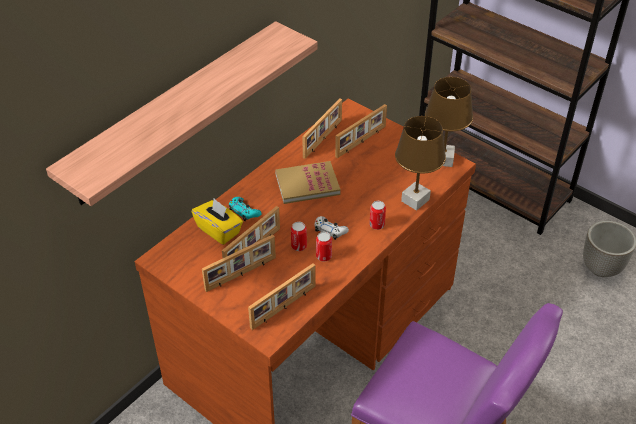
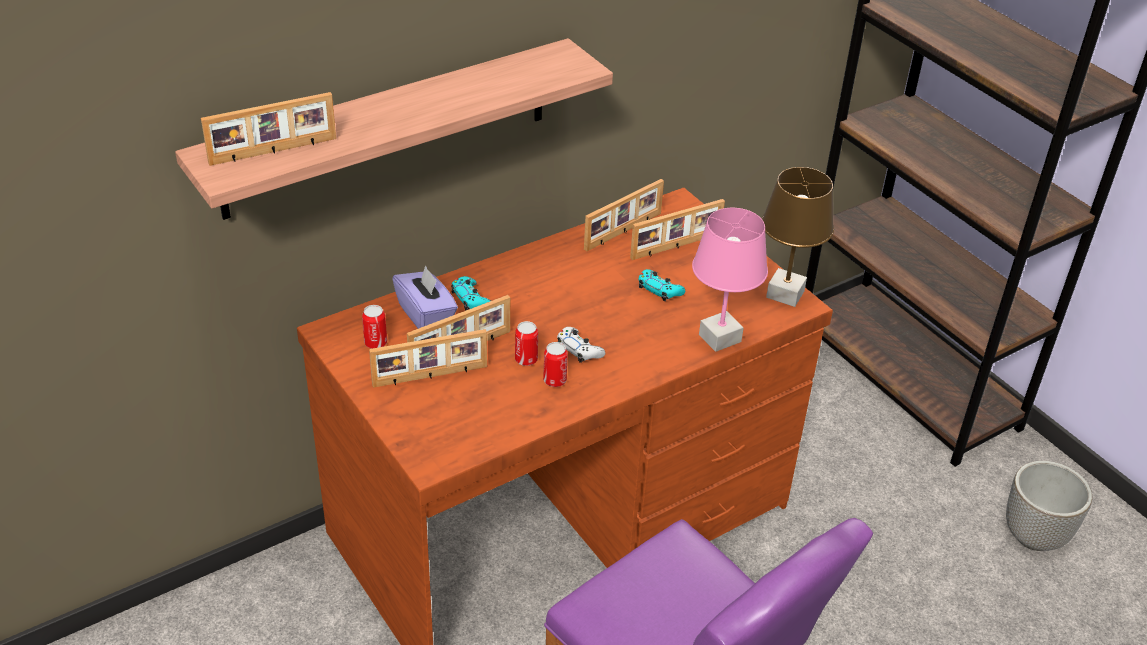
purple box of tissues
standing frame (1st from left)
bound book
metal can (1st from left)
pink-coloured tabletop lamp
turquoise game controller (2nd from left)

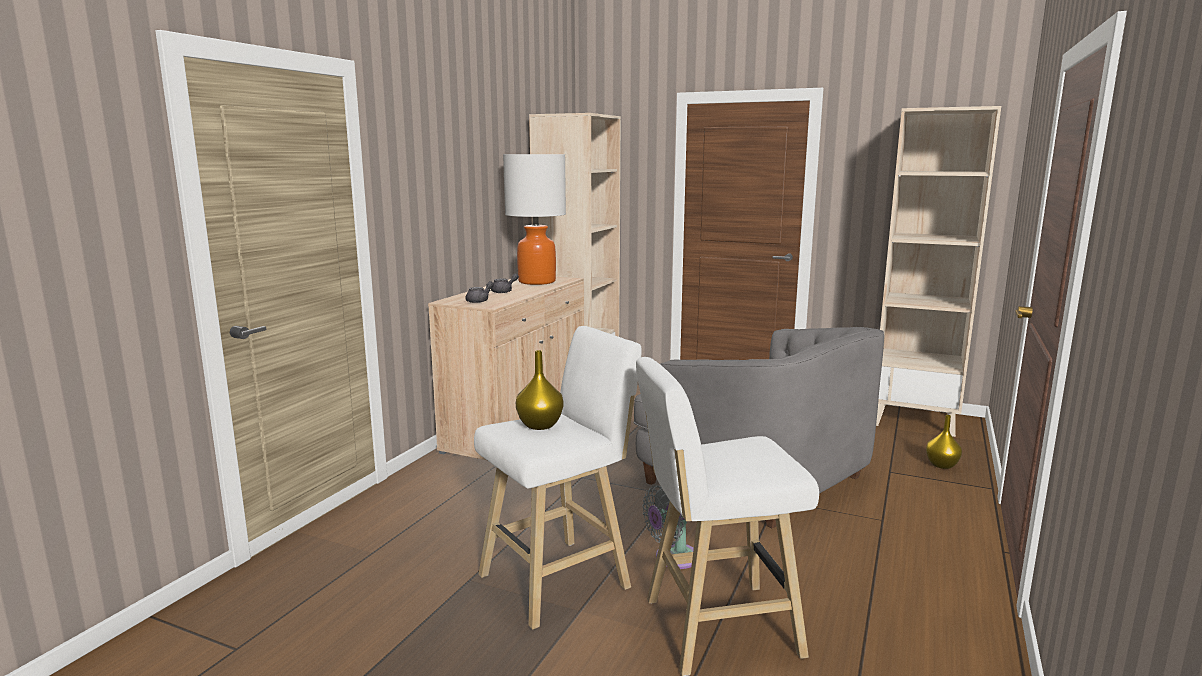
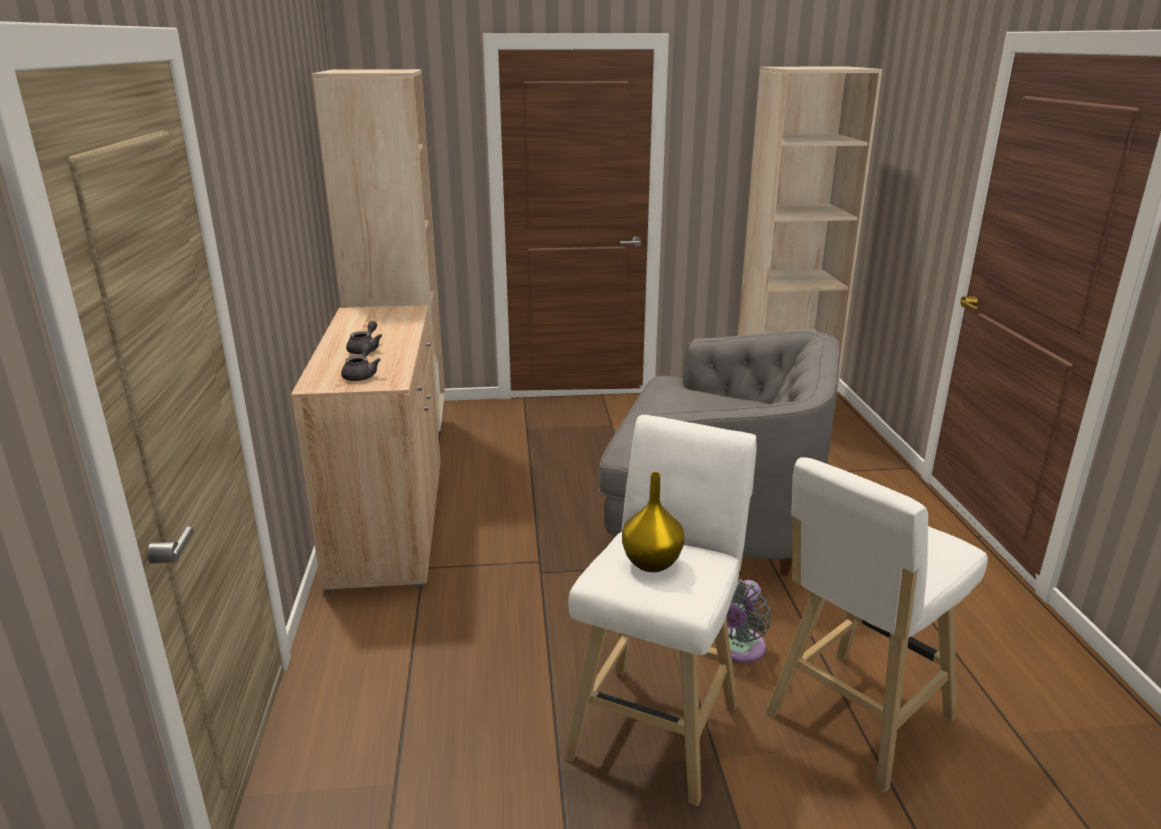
tabletop lamp
yellow decorative vase (2nd from left in the first image)

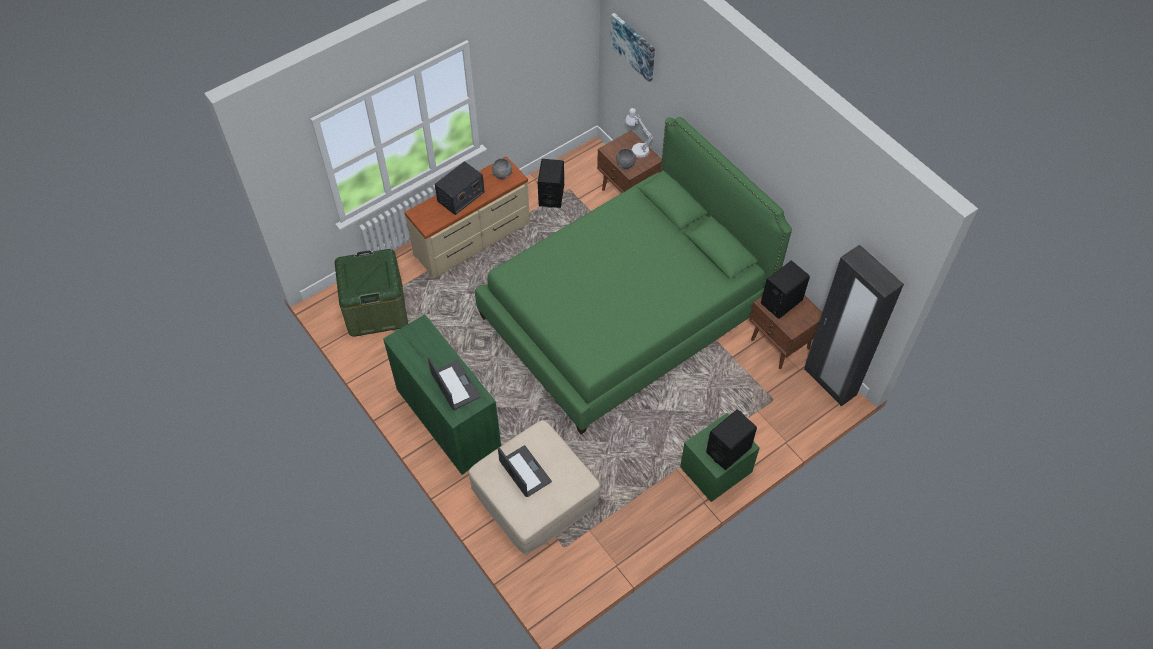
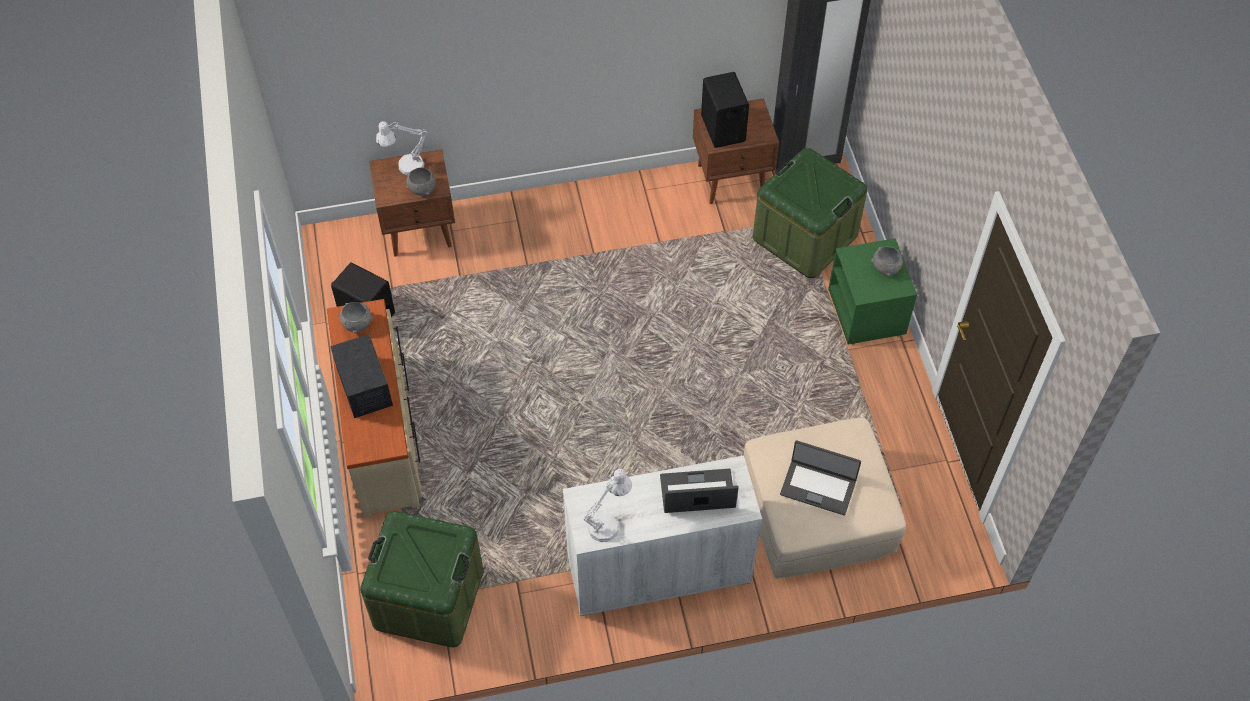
whitish cupboard
green-coloured sleeping bed
notebook computer (2nd from left)
wall art
gray serving bowl (3rd from left)
whitish tabletop lamp (2nd from left)
green-coloured storage bin (2nd from left)

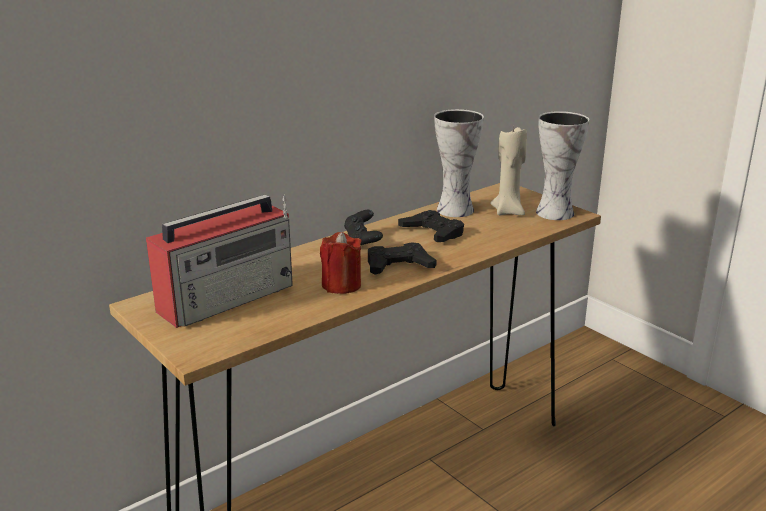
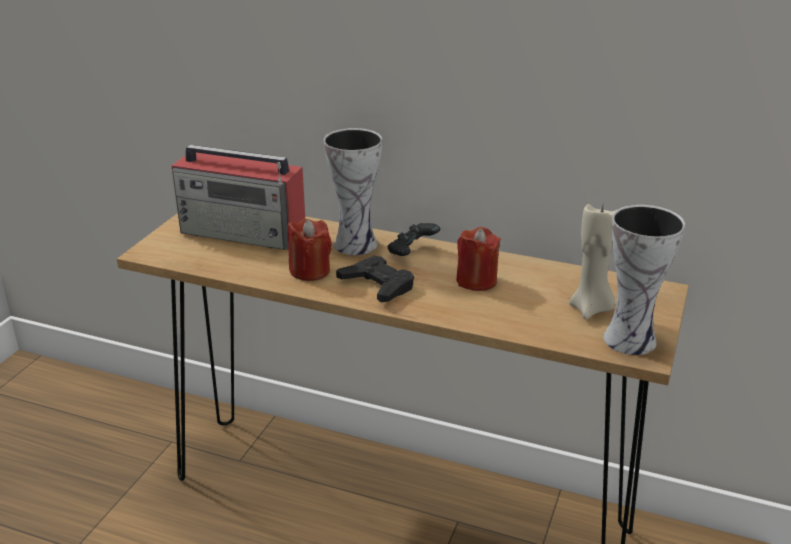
red candle (2nd from left)
decorative vase (1st from left)

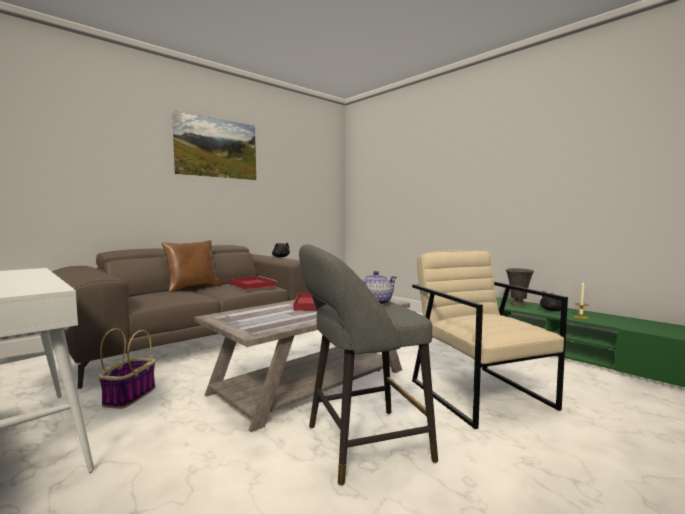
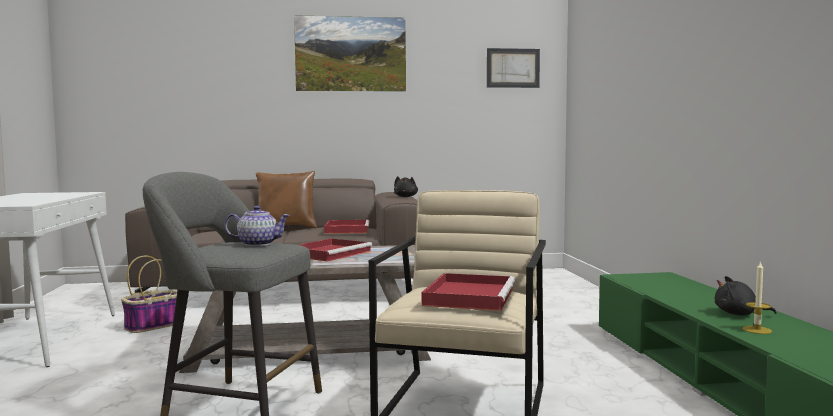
gray decorative vase
red carrying tray (3rd from left)
wall art (2nd from left)

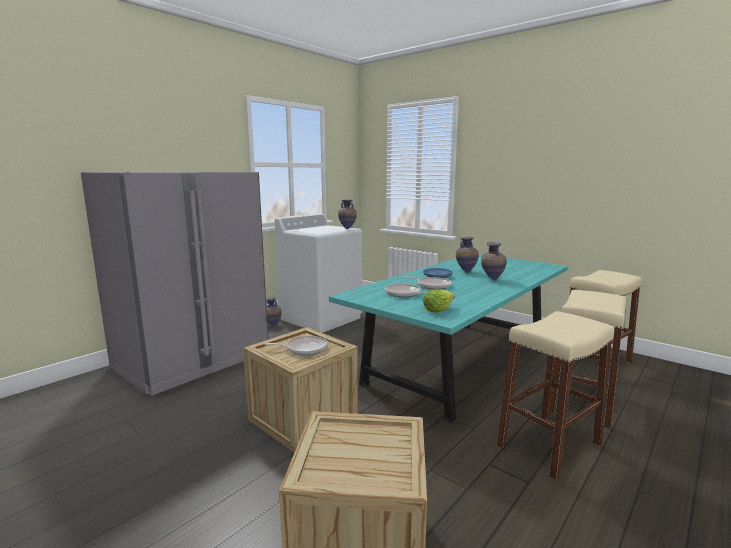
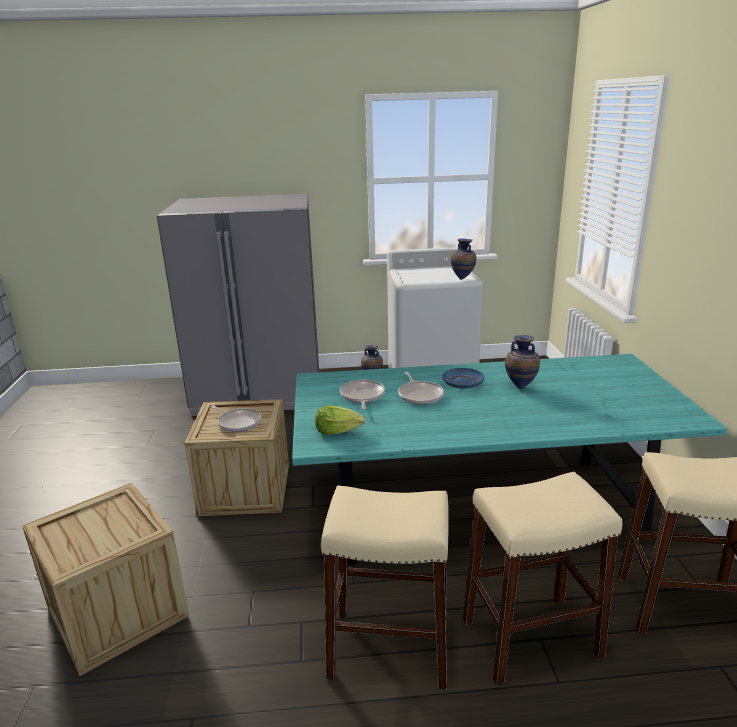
decorative vase (4th from left in the first image)

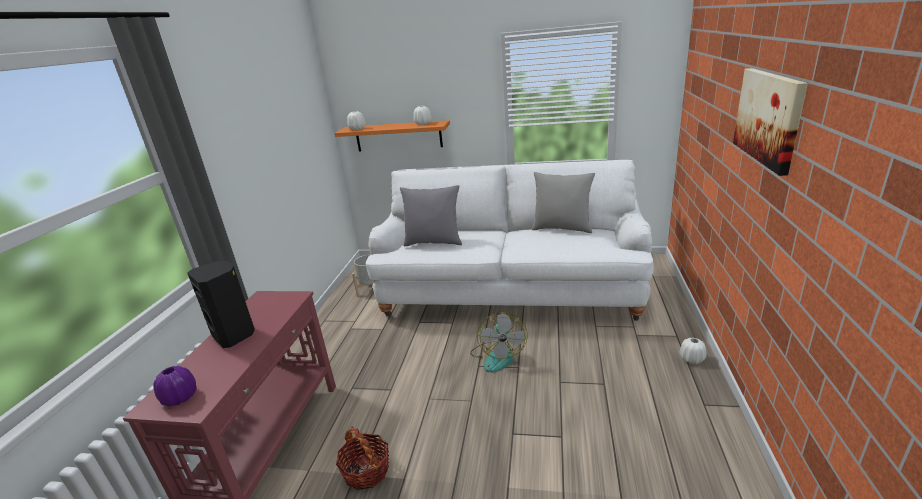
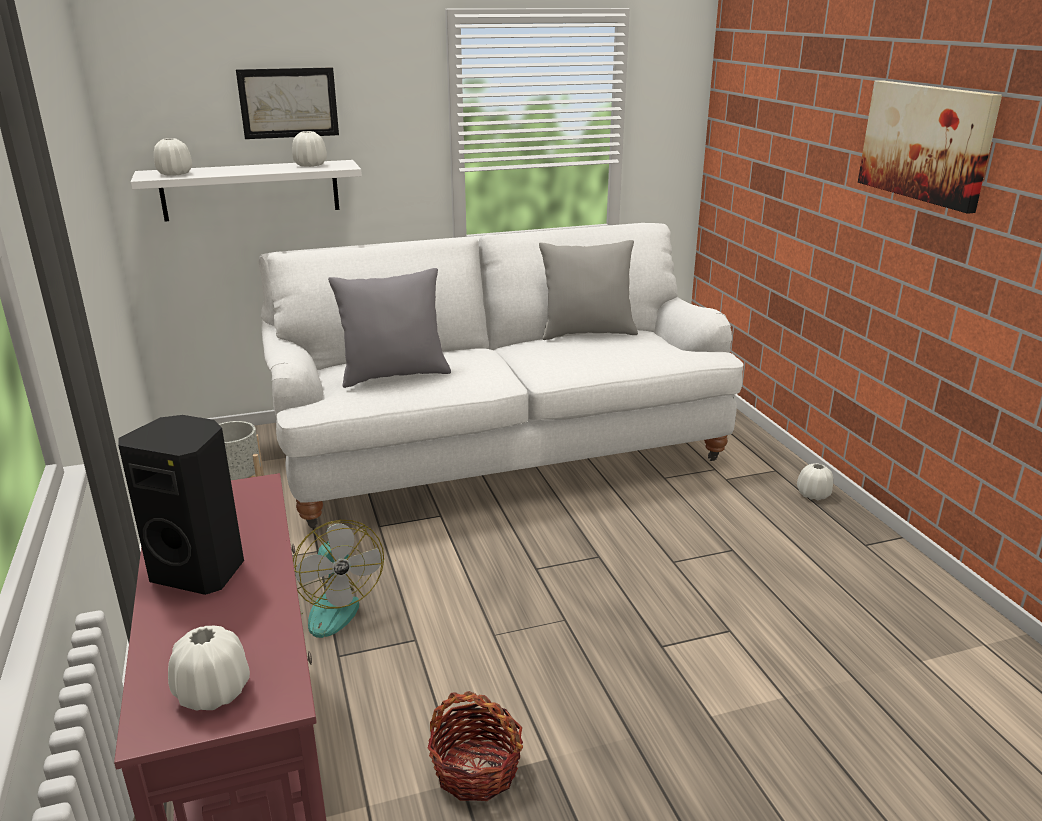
whitish decorative vase (2nd from left)
whitish wall shelf
fan
wall art (1st from left)

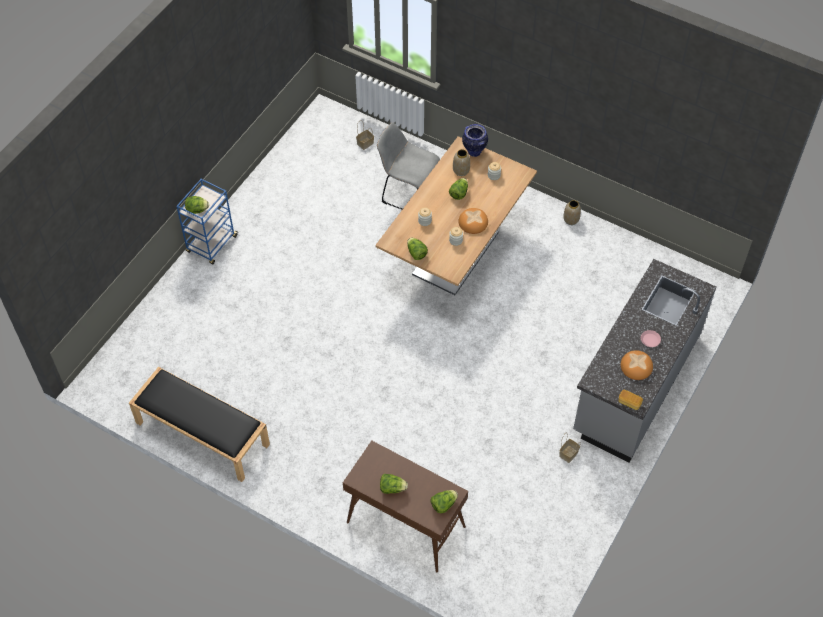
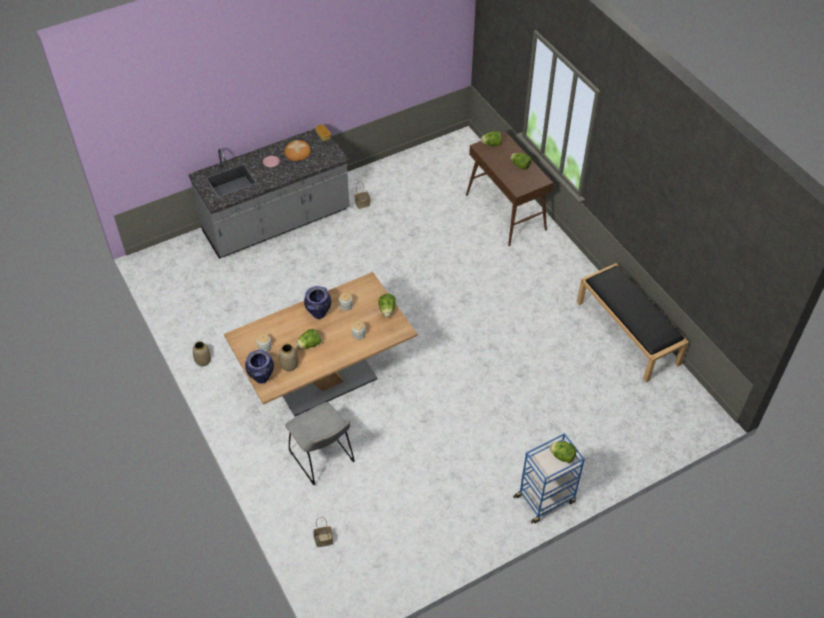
decorative vase (4th from left)

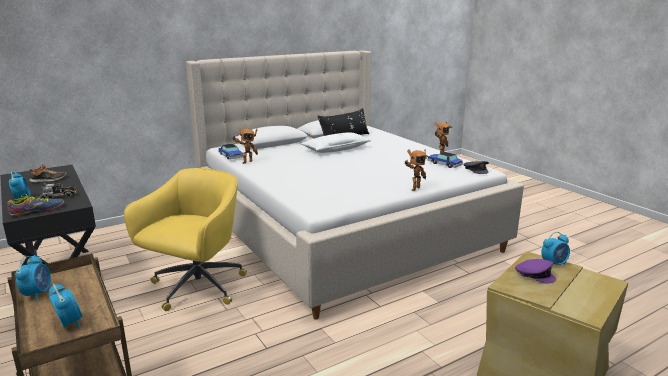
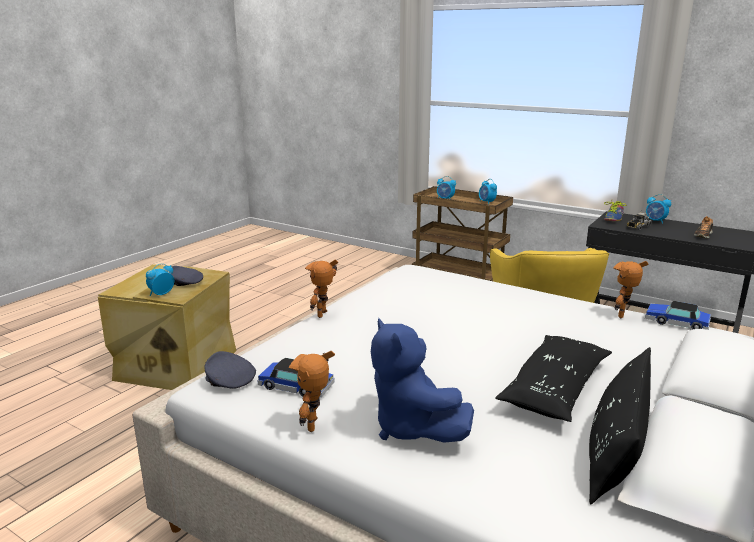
blackish throw pillow (1st from left)
gray cap (1st from left)
blue cuddly toy

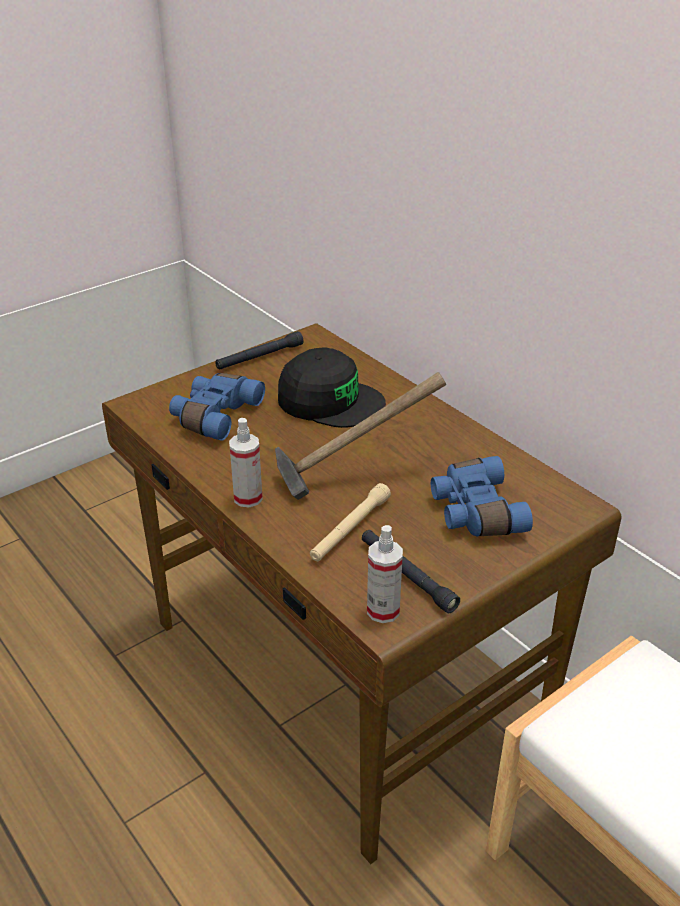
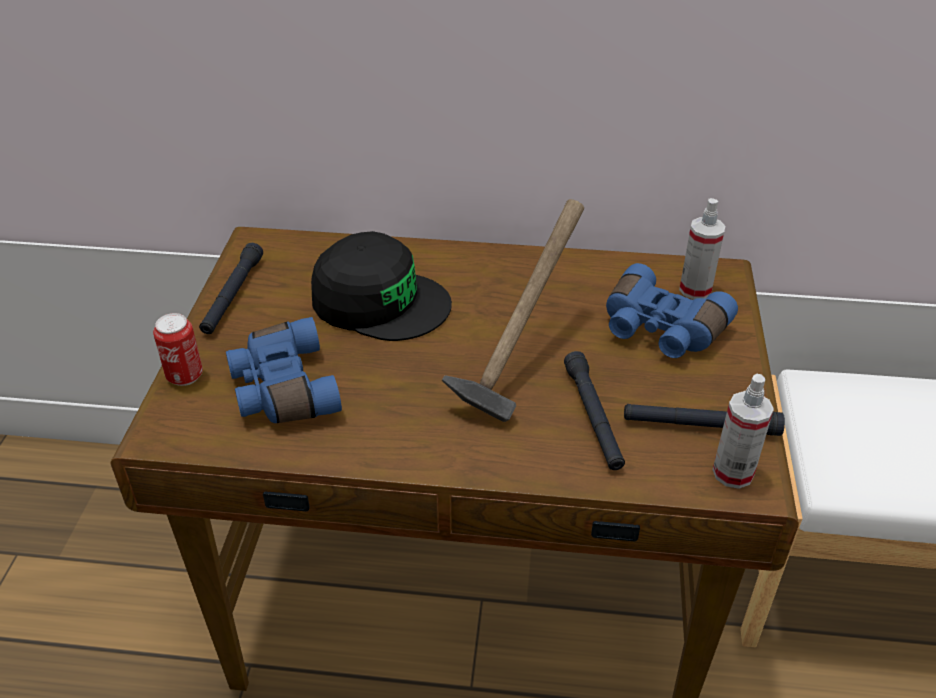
hand sprayer (1st from left)
blackish cap
blackish torch (2nd from left)
metal can

